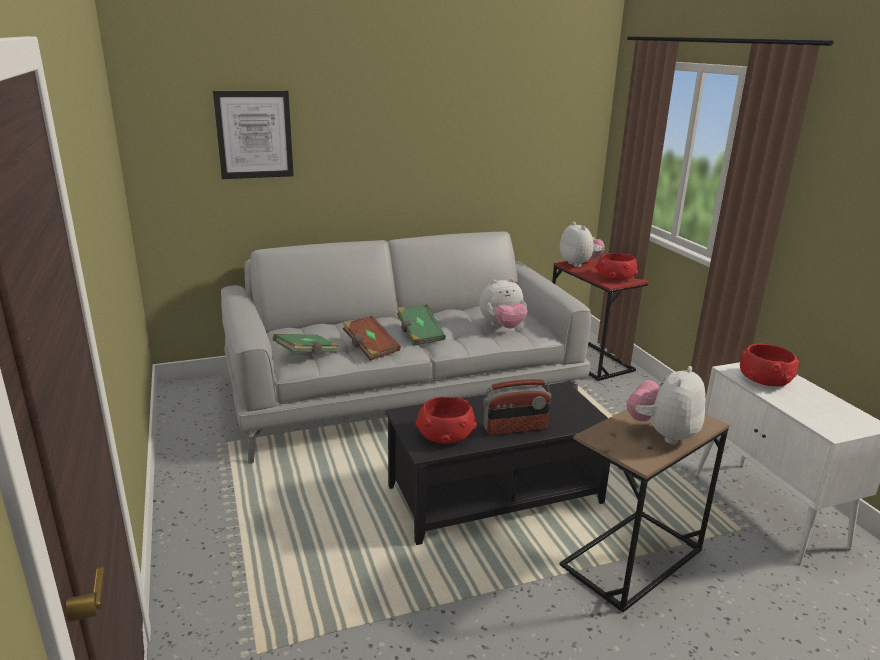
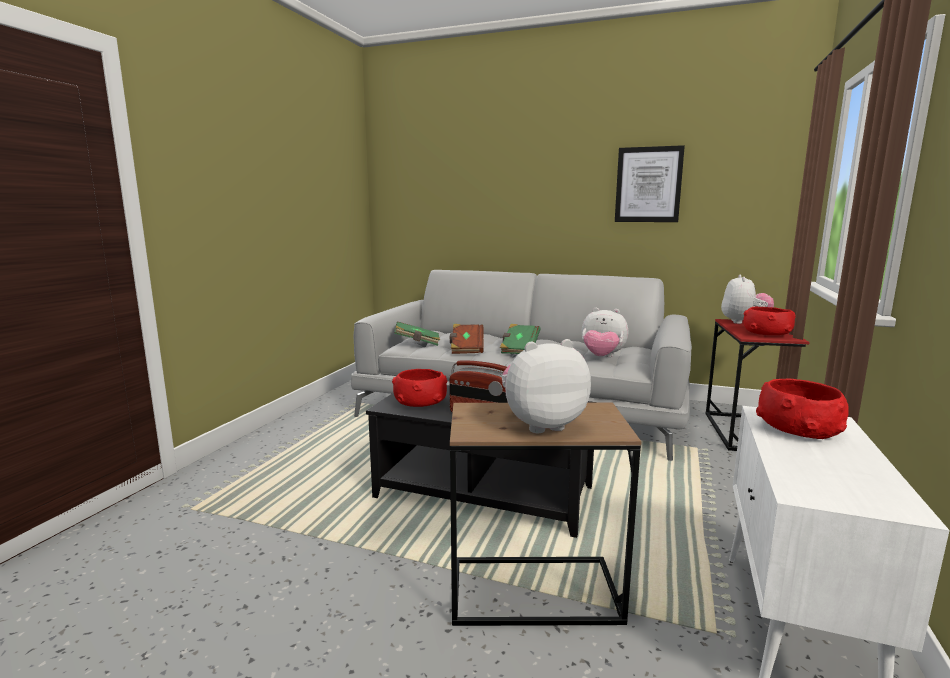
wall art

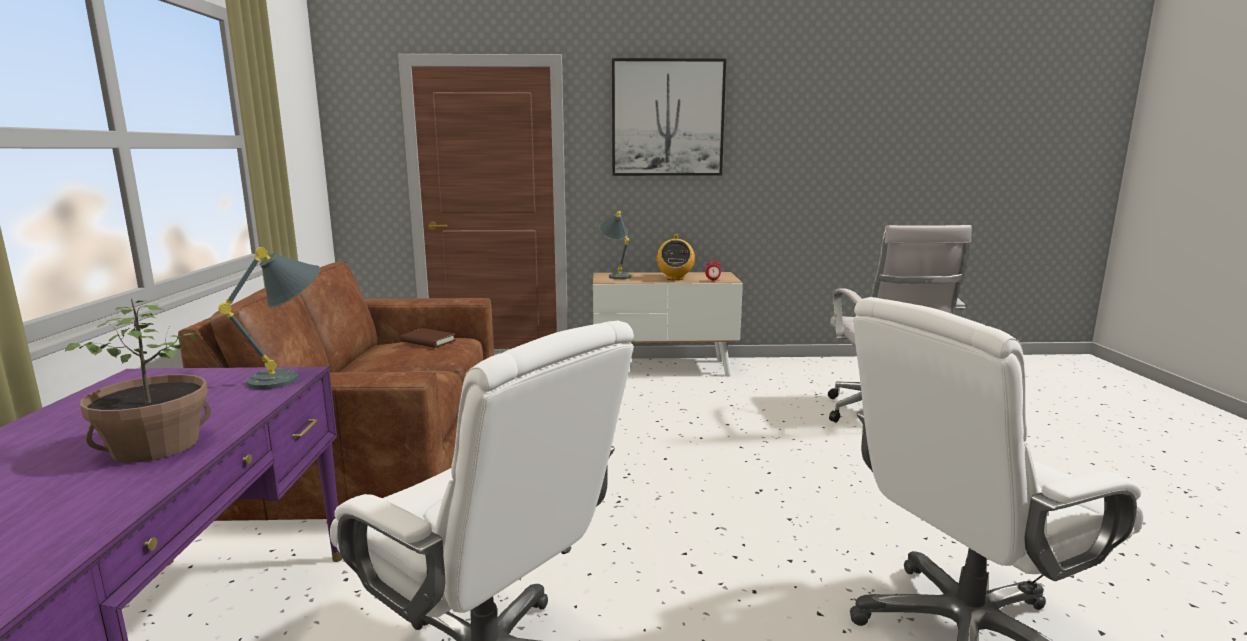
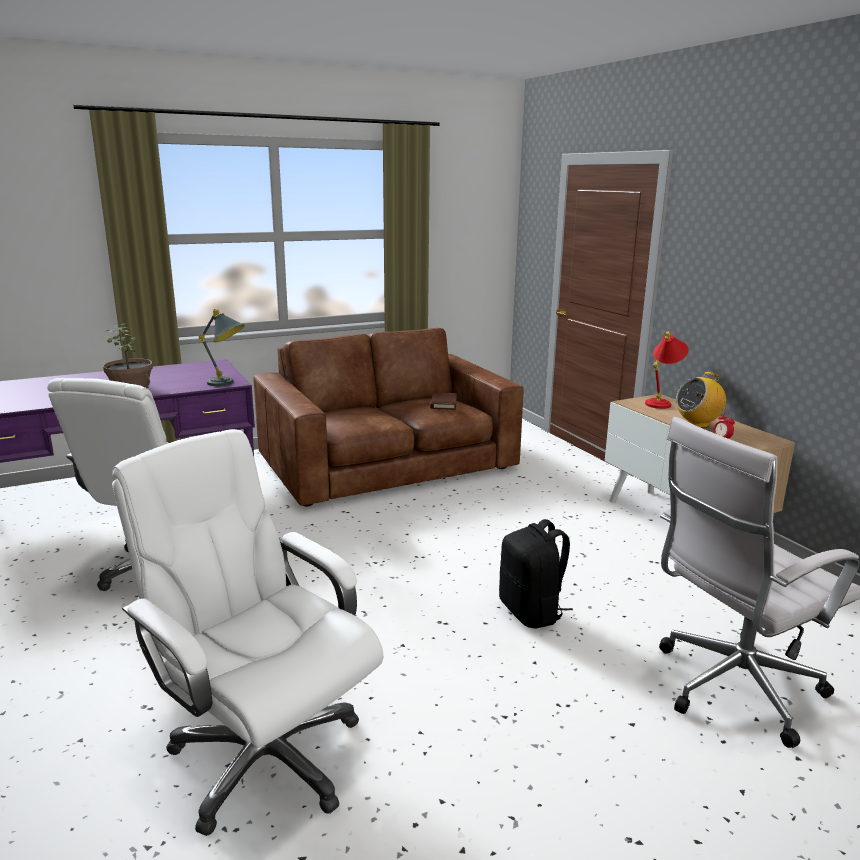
red tabletop lamp
wall art
blackish knapsack

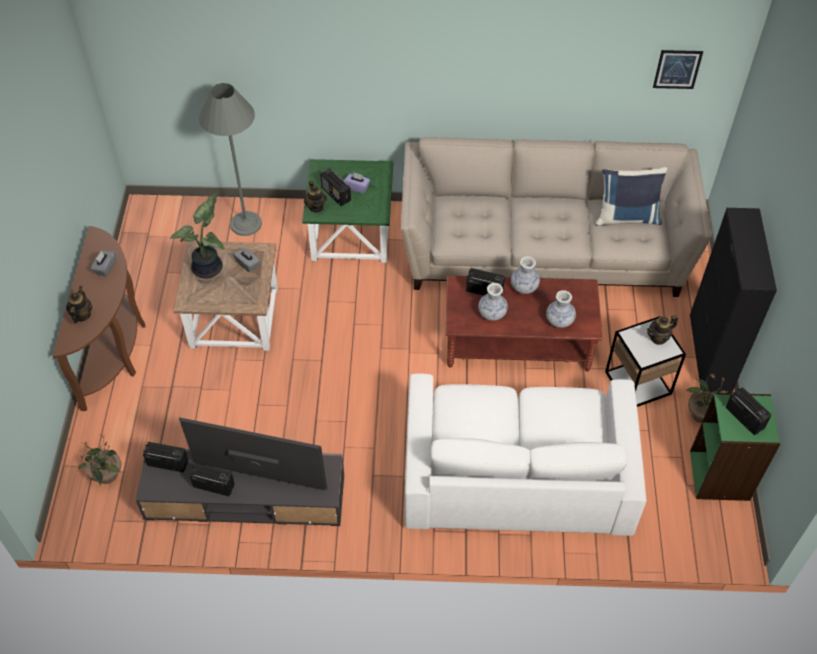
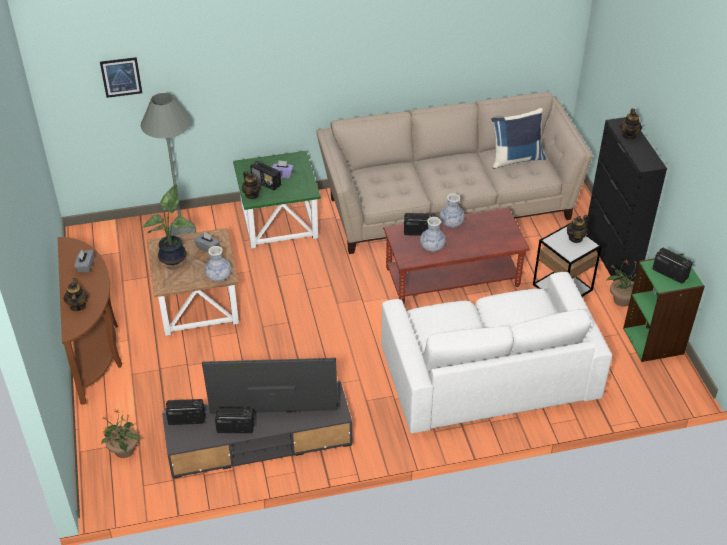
decorative vase (1st from left)
wall art
pot for tea (4th from left)

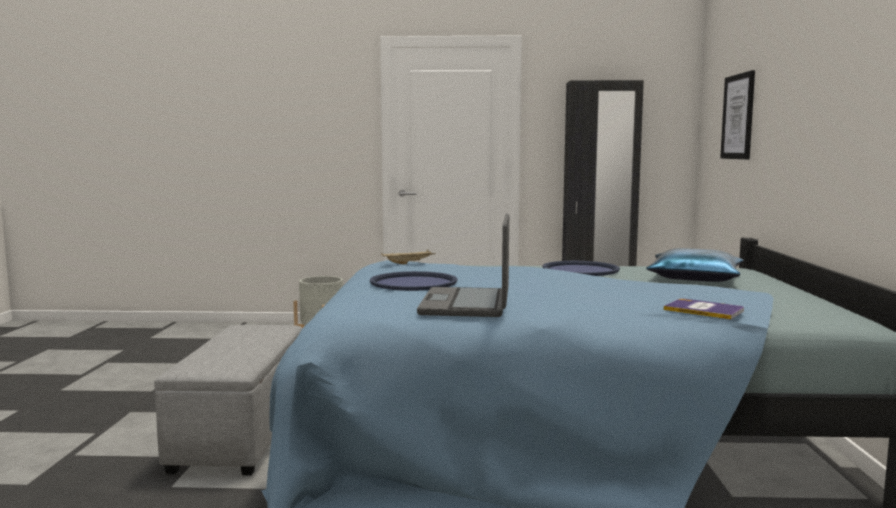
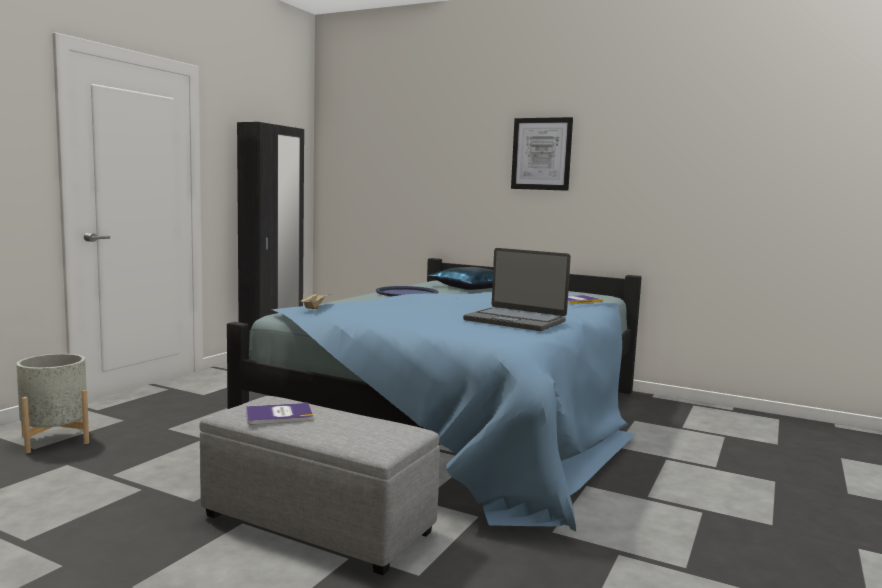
blue carrying tray (1st from left in the first image)
wall art
bound book (1st from left)

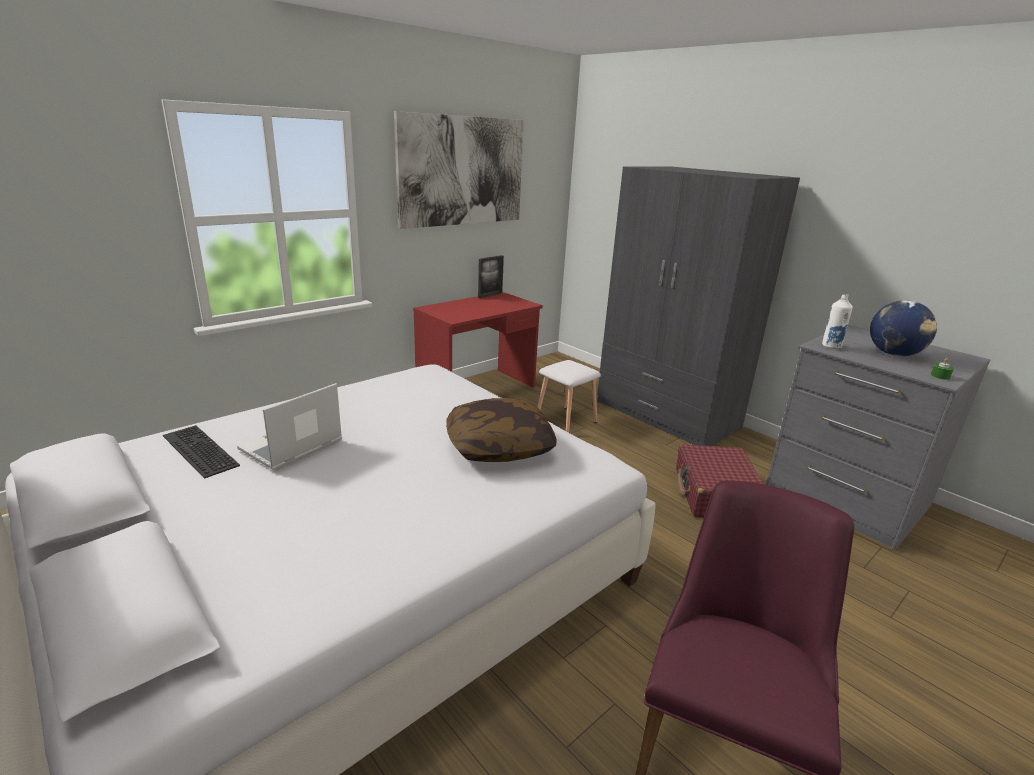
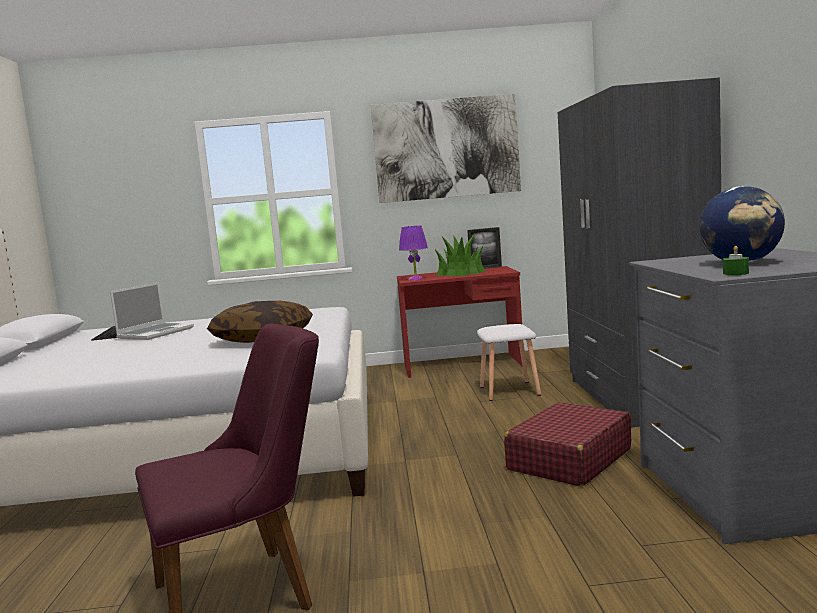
notebook computer
whitish bottle
purple tabletop lamp
plant in a pot

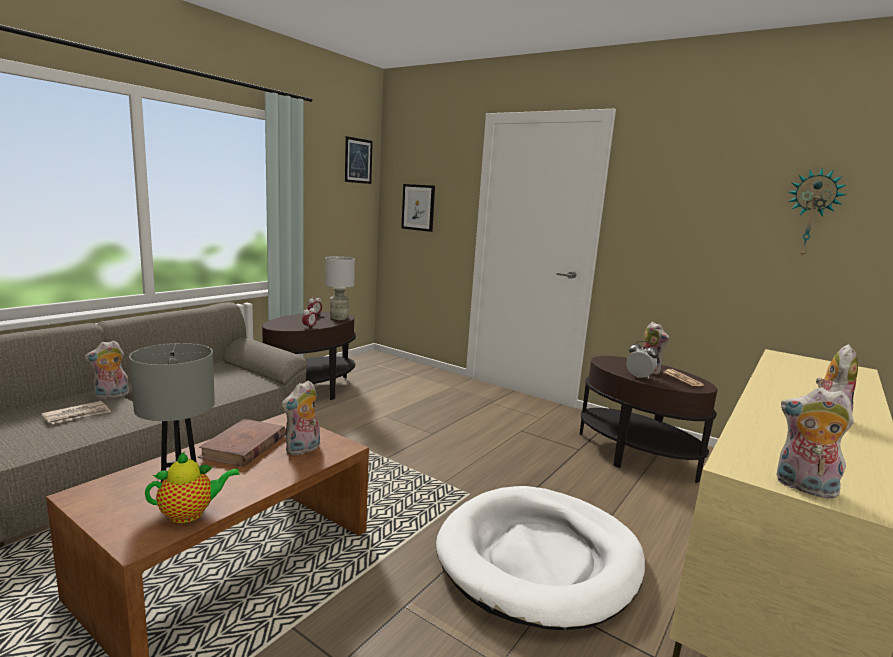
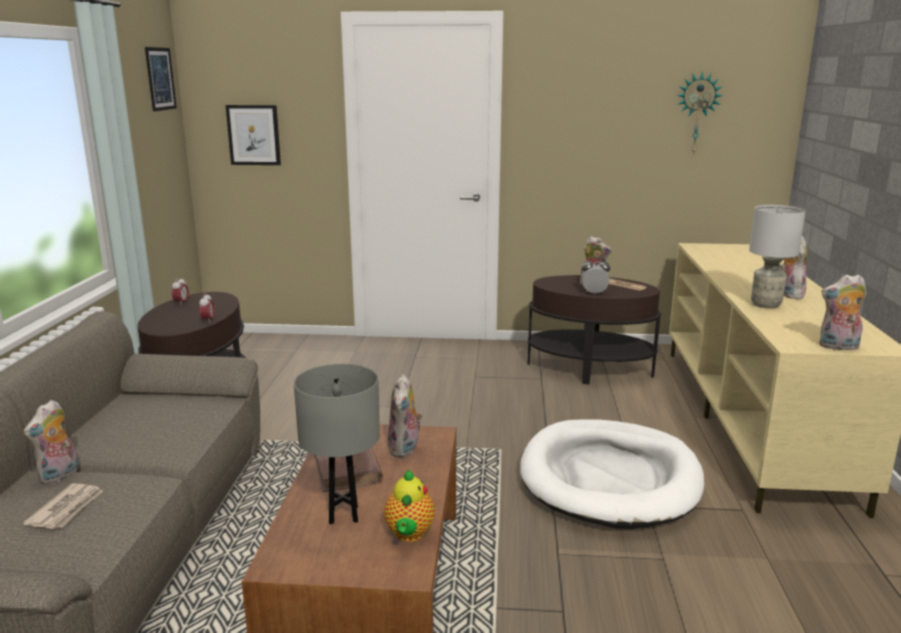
pot for tea
gray tabletop lamp (2nd from left)

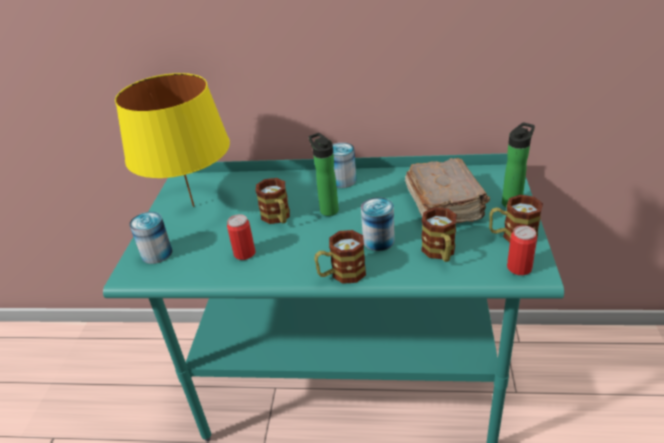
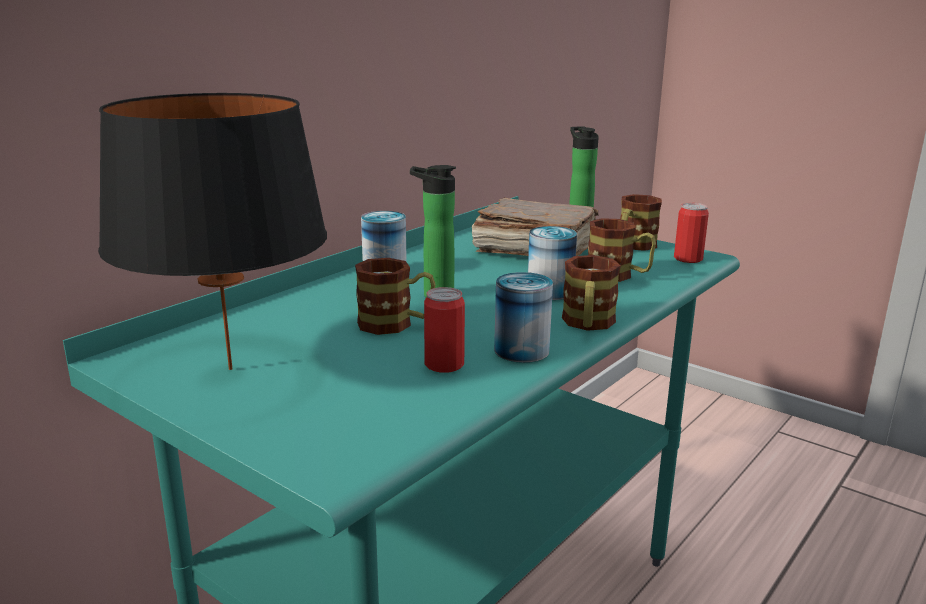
blackish tabletop lamp
metal can (3rd from left)

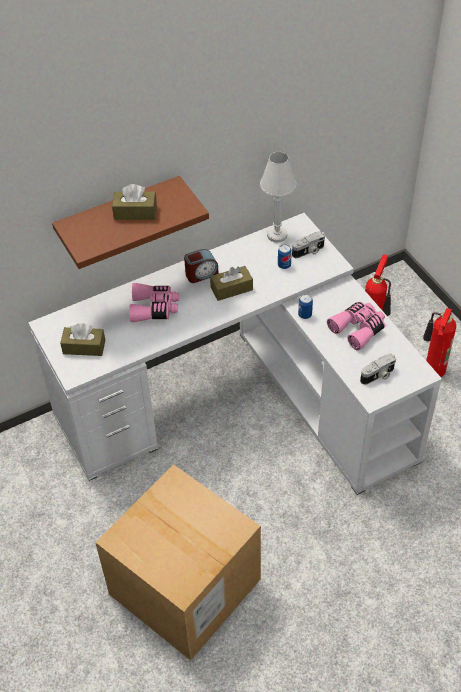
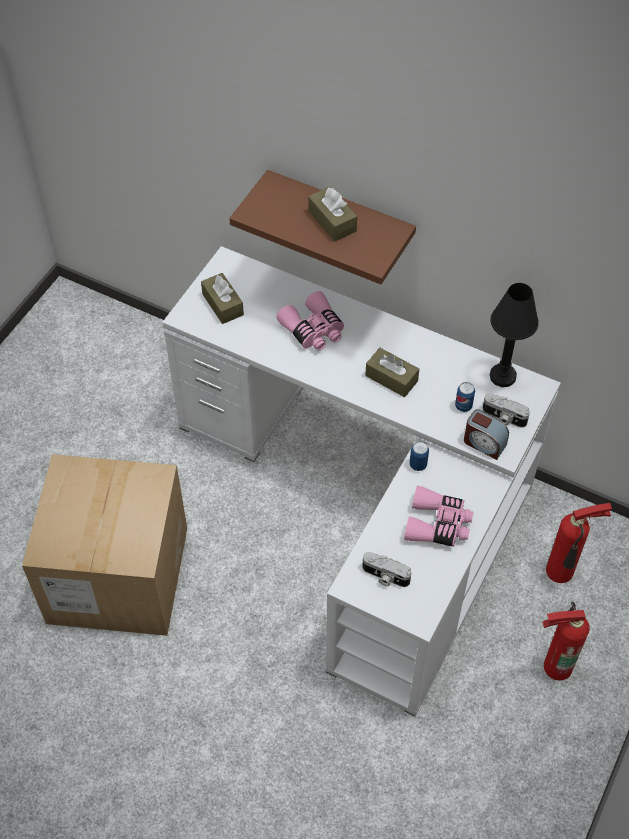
table clock
blackish tabletop lamp

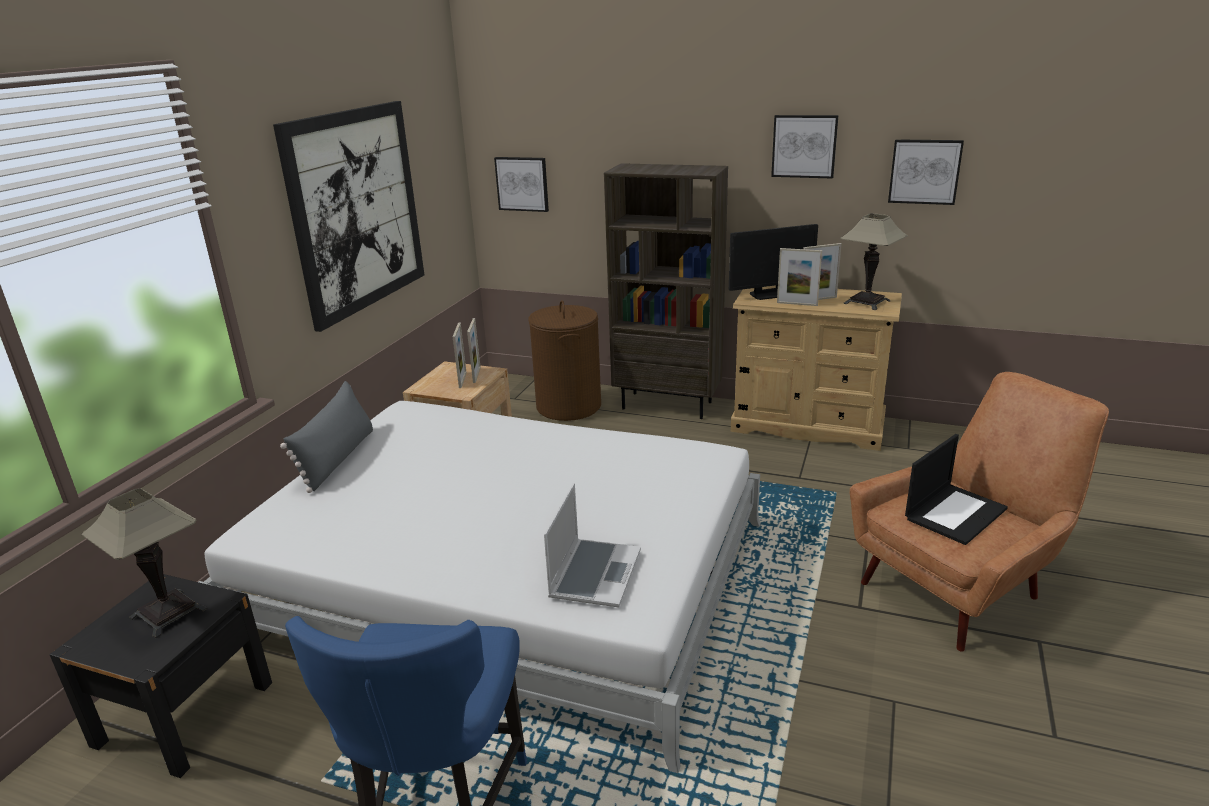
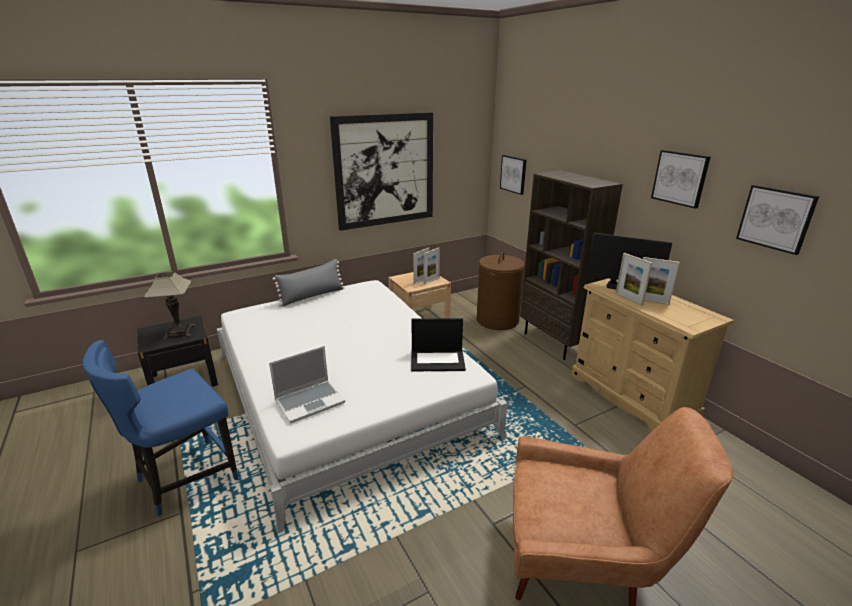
tabletop lamp (2nd from left in the first image)
notebook computer (2nd from left)

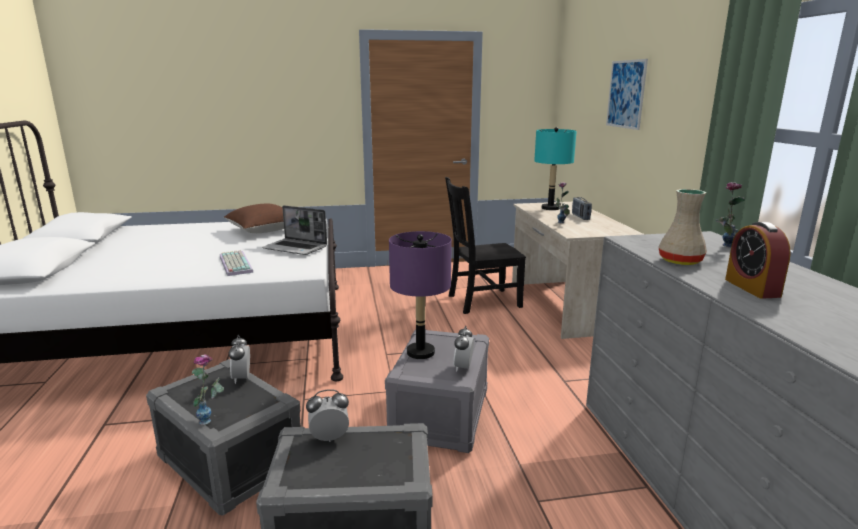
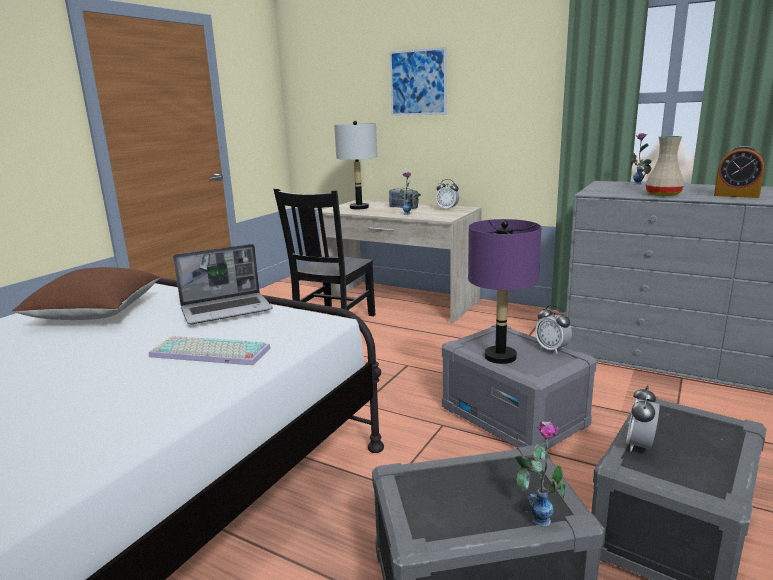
table clock (1st from left)
gray tabletop lamp

